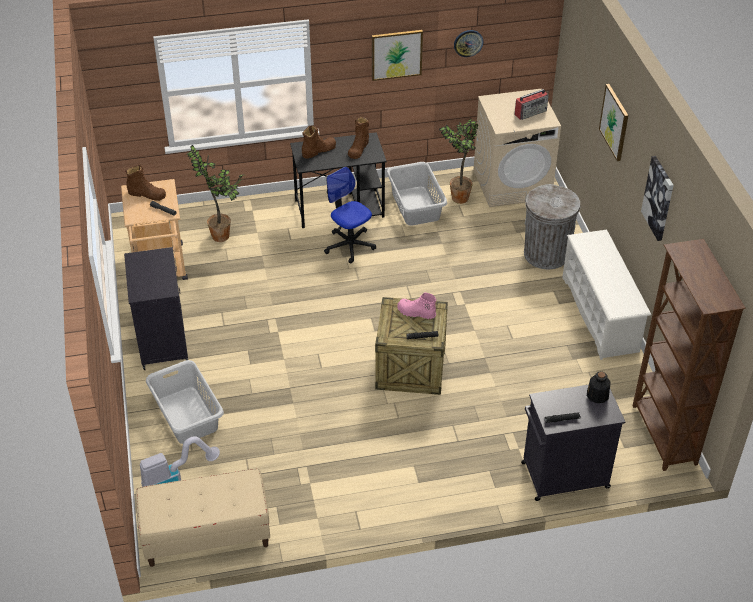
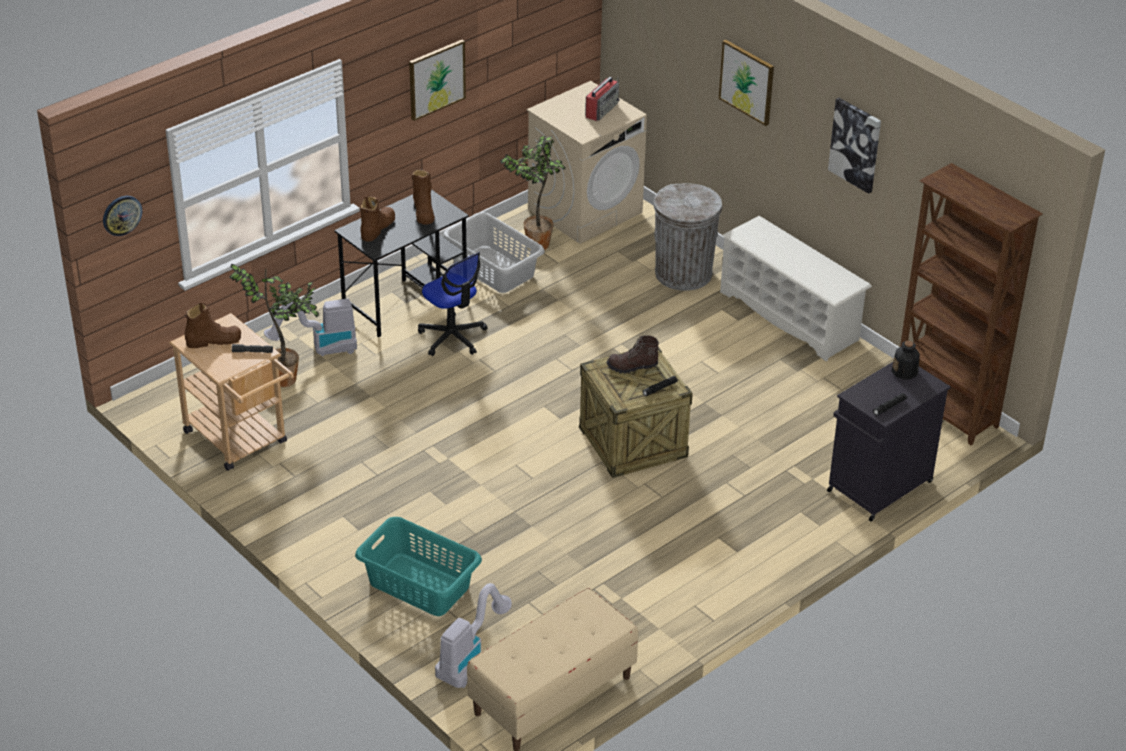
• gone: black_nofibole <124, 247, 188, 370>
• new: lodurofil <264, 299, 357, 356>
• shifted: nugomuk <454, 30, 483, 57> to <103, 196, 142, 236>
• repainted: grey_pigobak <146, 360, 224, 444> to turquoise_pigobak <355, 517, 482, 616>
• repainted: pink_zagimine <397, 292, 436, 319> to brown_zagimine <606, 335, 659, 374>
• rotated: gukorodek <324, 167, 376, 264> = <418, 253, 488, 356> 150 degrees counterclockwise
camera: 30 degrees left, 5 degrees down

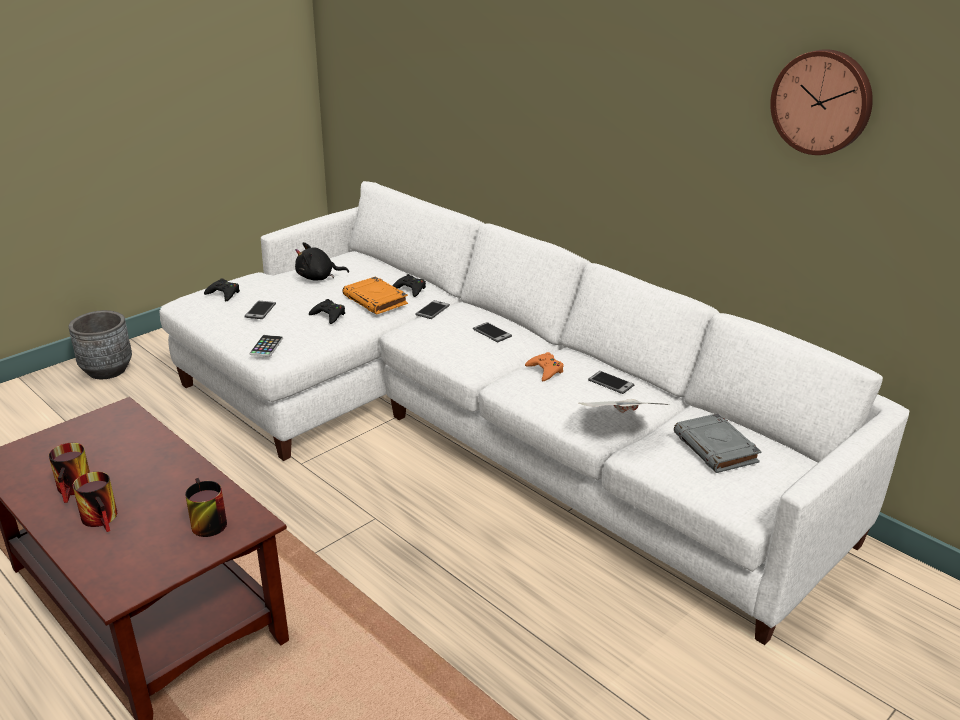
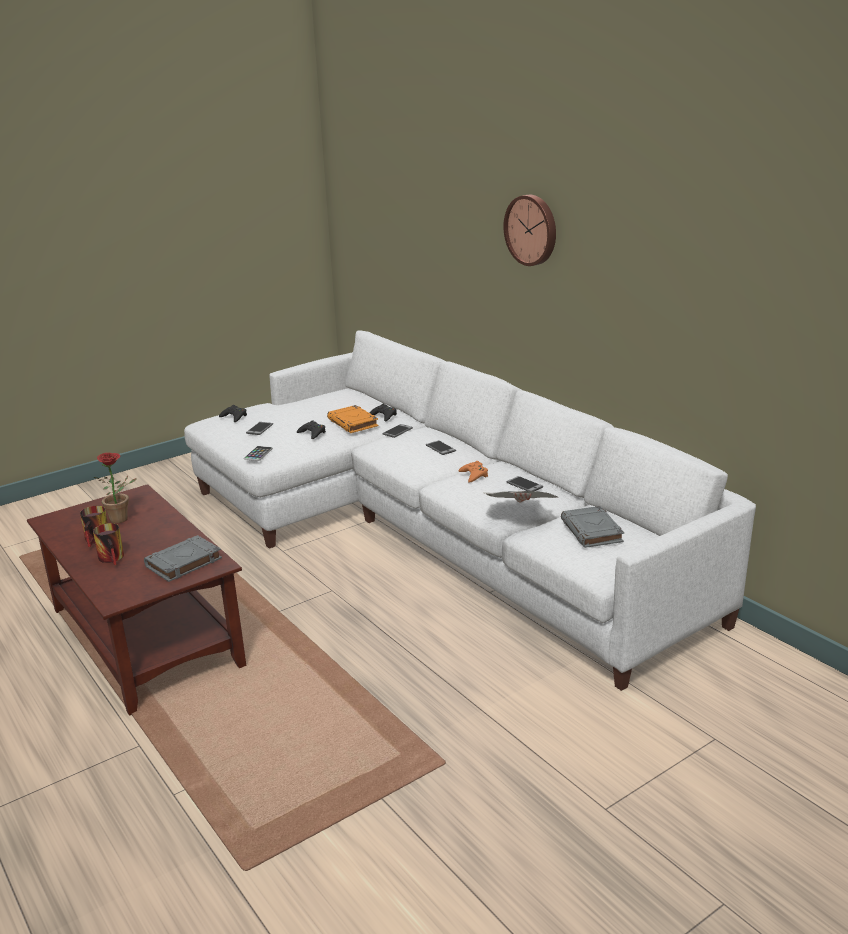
• gone: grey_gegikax <69, 310, 132, 379>
• gone: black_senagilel <295, 242, 349, 281>
• new: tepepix <94, 452, 137, 524>
• shifted: nugomuk <770, 49, 873, 155> to <503, 195, 556, 266>
• swapped: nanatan <185, 478, 227, 537> to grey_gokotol <144, 535, 222, 582>
camera: 10 degrees right, 5 degrees down

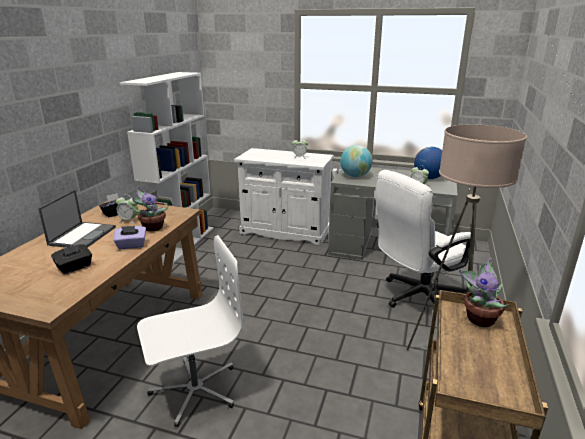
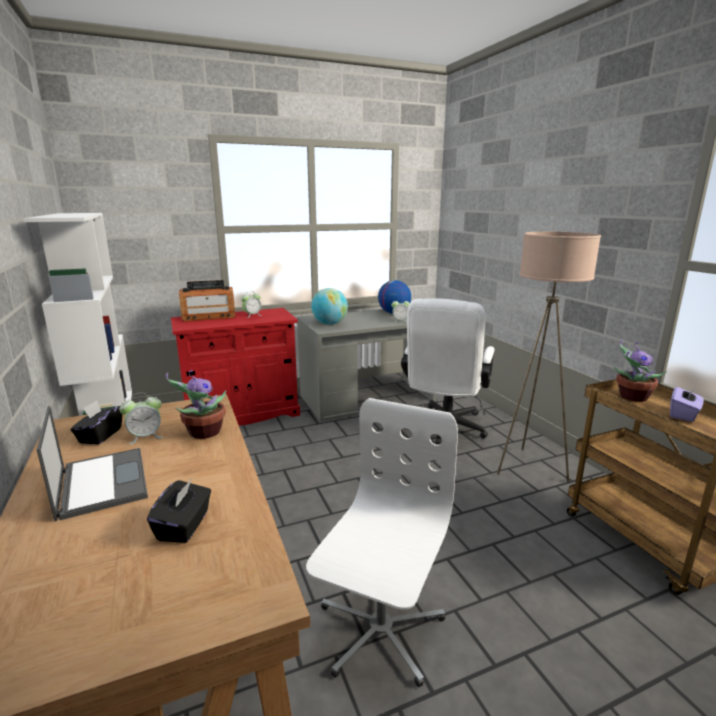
• new: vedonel <179, 280, 235, 322>
• shifted: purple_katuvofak <113, 226, 146, 249> to <670, 385, 704, 422>
• repainted: white_nofibole <234, 148, 334, 245> to red_nofibole <171, 308, 300, 426>
camera: 40 degrees left, 5 degrees down

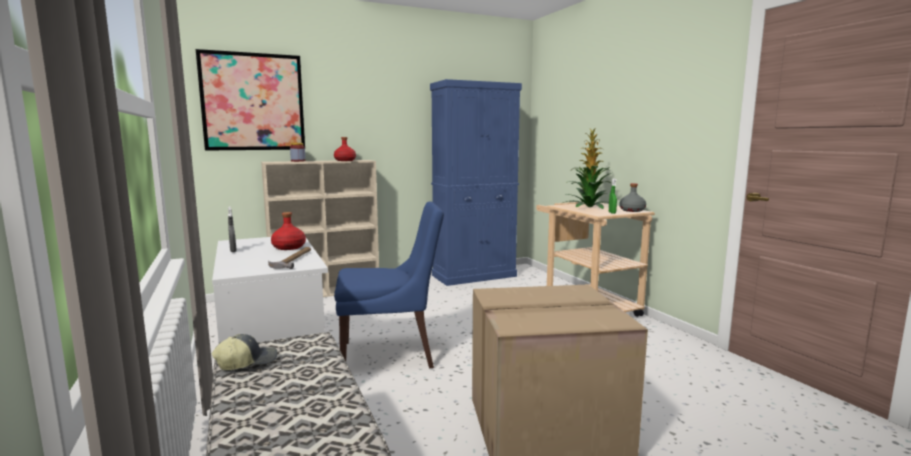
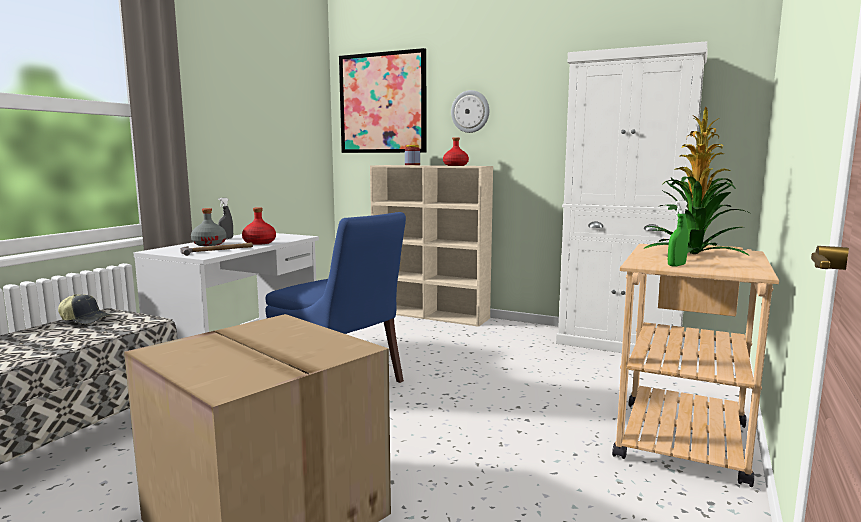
• new: nugomuk <451, 90, 489, 133>
• shifted: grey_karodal <619, 183, 646, 212> to <191, 208, 227, 246>
• repainted: blue_nofibole <430, 79, 522, 286> to white_nofibole <556, 41, 707, 361>
camera: 50 degrees right, 0 degrees up

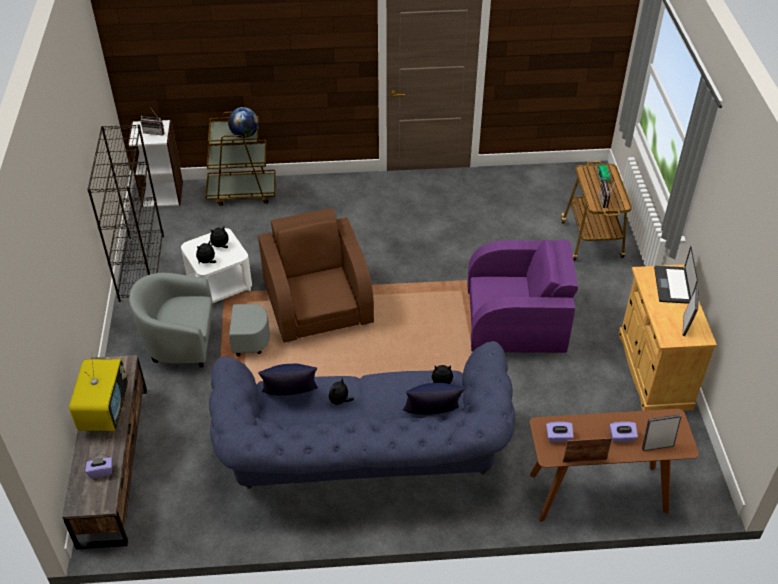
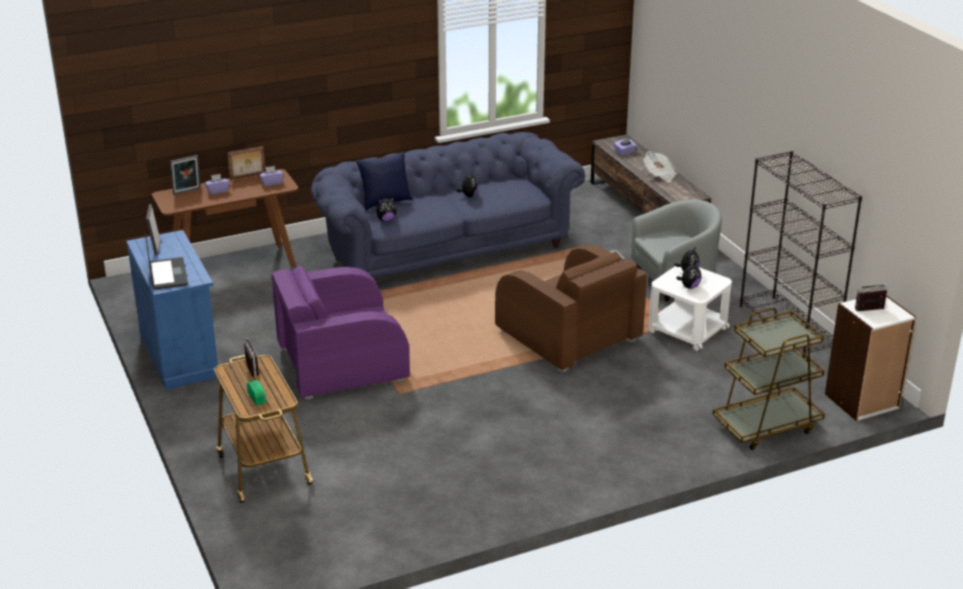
• gone: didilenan <228, 107, 259, 138>
• gone: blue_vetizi <258, 364, 318, 396>
• swapped: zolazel <69, 352, 128, 431> to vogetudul <643, 151, 677, 182>
• repainted: beige_nofibole <618, 264, 717, 411> to blue_nofibole <126, 230, 218, 390>
camera: 160 degrees right, 15 degrees down

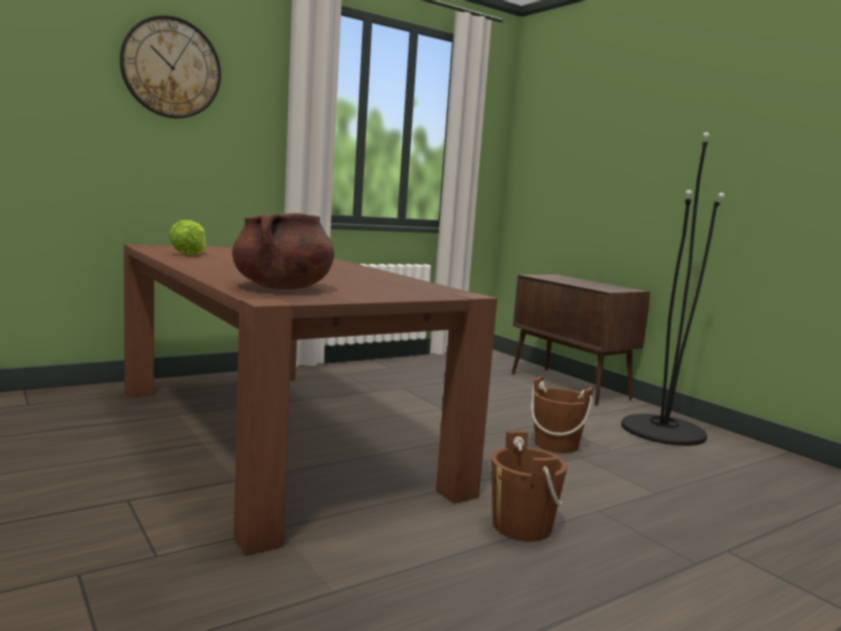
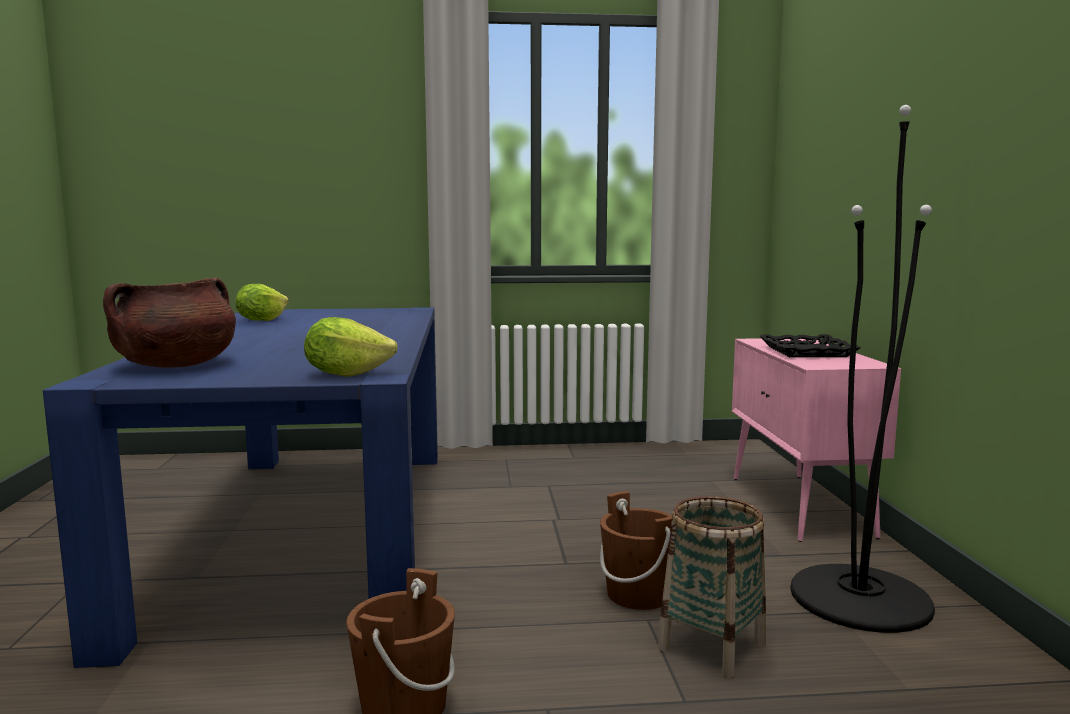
• gone: nugomuk <120, 15, 221, 118>
• new: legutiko <304, 317, 398, 377>
• new: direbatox <658, 496, 766, 678>
• new: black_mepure <760, 334, 861, 357>
• repainted: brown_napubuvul <124, 244, 497, 555> to blue_napubuvul <43, 307, 438, 668>
• repainted: brown_nofibole <512, 275, 650, 406> to pink_nofibole <732, 338, 901, 542>
camera: 30 degrees right, 0 degrees up

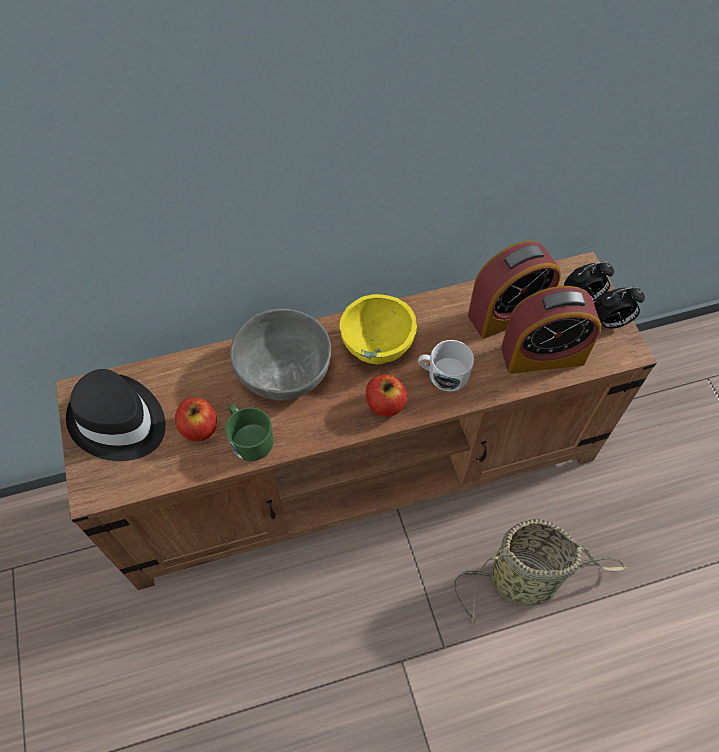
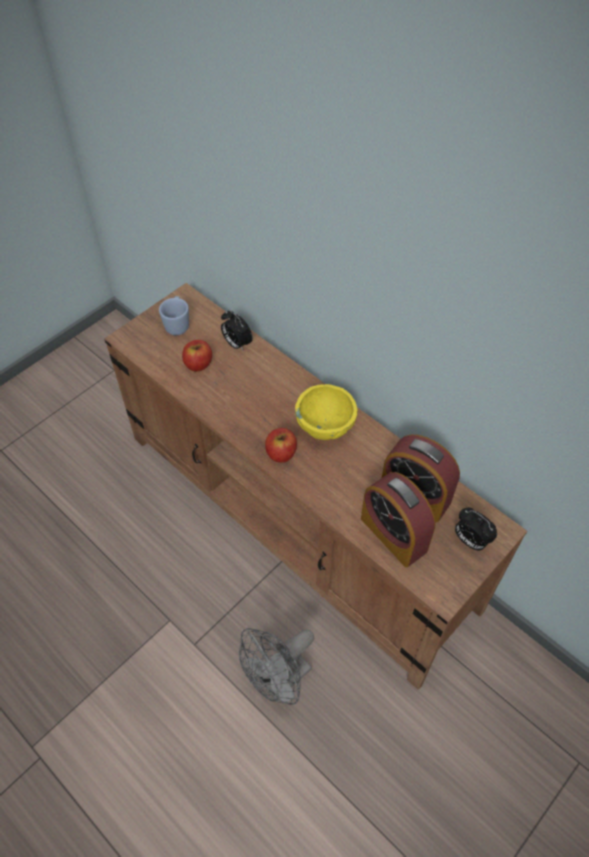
• gone: green_nanatan <226, 404, 273, 461>
• gone: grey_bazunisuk <230, 309, 331, 401>
• gone: white_nanatan <418, 340, 474, 392>
• shifted: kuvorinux <594, 287, 645, 329> to <221, 310, 253, 352>
• swapped: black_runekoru <66, 369, 166, 461> to blue_nanatan <159, 296, 189, 335>
• swapped: direbatox <454, 519, 628, 625> to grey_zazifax <239, 628, 314, 705>
camera: 60 degrees right, 5 degrees down

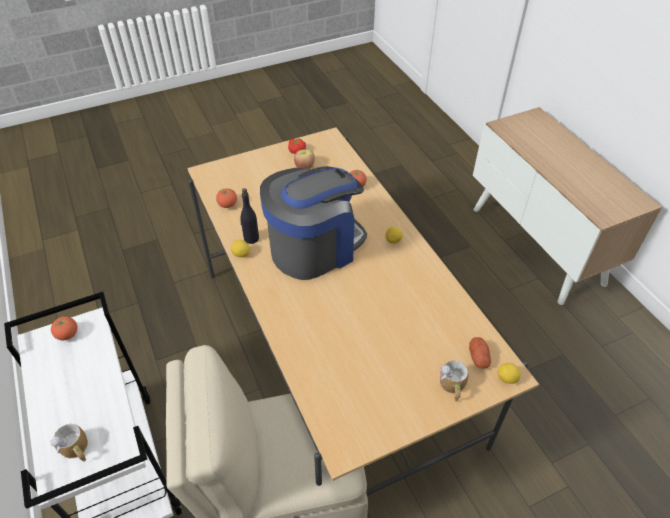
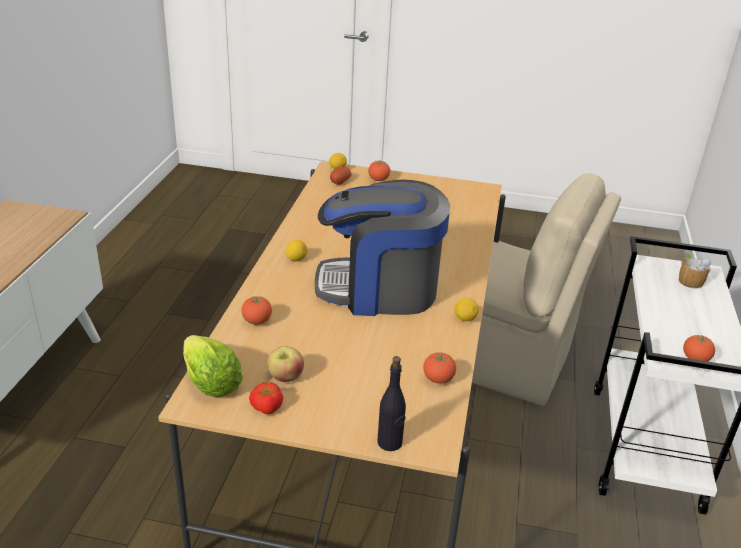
• new: legutiko <183, 335, 243, 397>
• shifted: black_karodal <240, 188, 259, 244> to <377, 356, 406, 451>
• swapped: nanatan <440, 360, 468, 401> to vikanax <368, 160, 390, 181>
camera: 145 degrees left, 15 degrees down

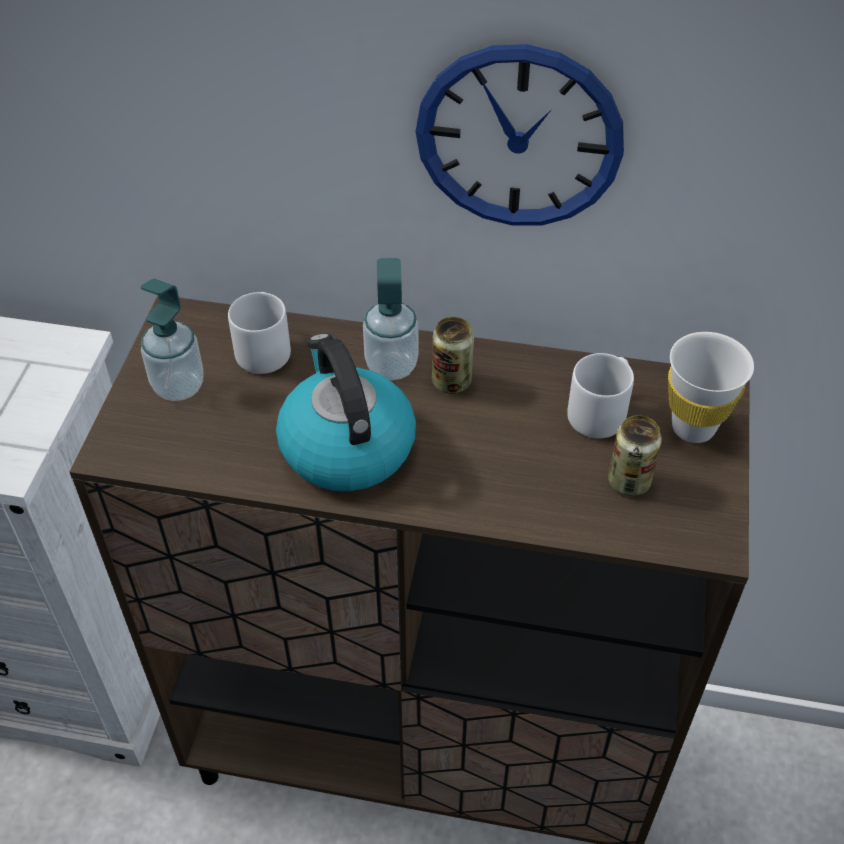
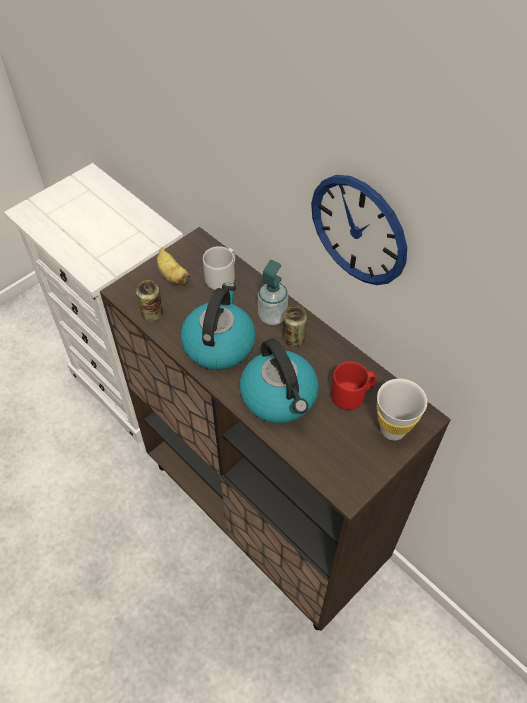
• new: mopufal <239, 339, 319, 423>
• shifted: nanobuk <608, 415, 662, 496> to <136, 280, 163, 321>
• swapped: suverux <141, 279, 203, 401> to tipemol <157, 248, 190, 285>
• repainted: grey_nanatan <567, 353, 634, 438> to red_nanatan <331, 362, 376, 410>
camera: 35 degrees right, 5 degrees up

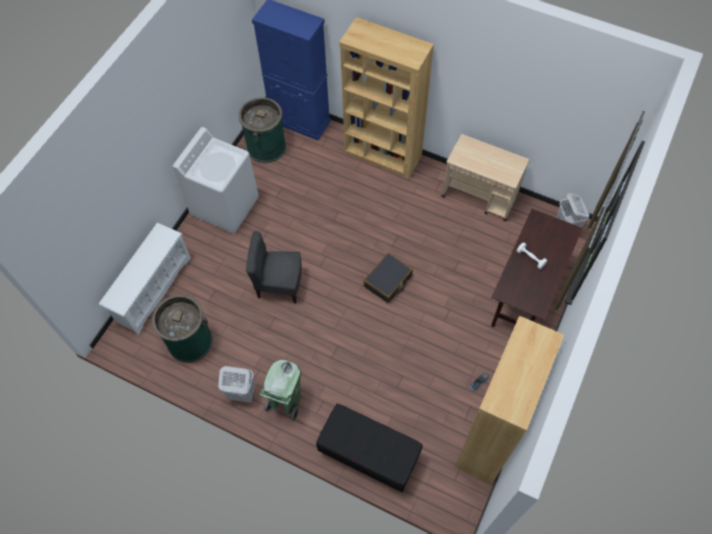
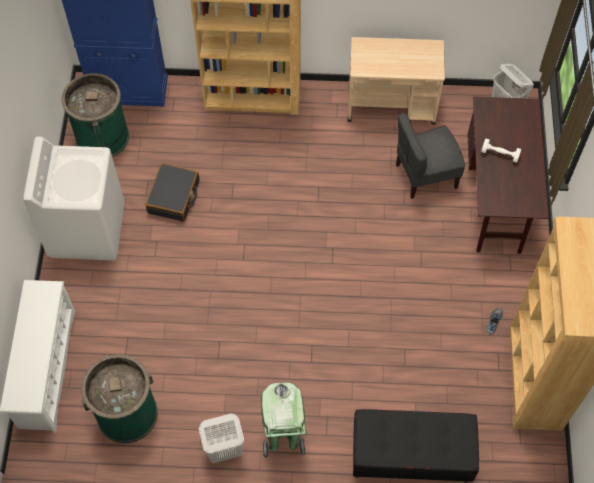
• shifted: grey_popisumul <246, 231, 301, 304> to <396, 113, 465, 199>
• shifted: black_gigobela <364, 253, 413, 303> to <145, 163, 199, 222>
camera: 25 degrees left, 0 degrees up

